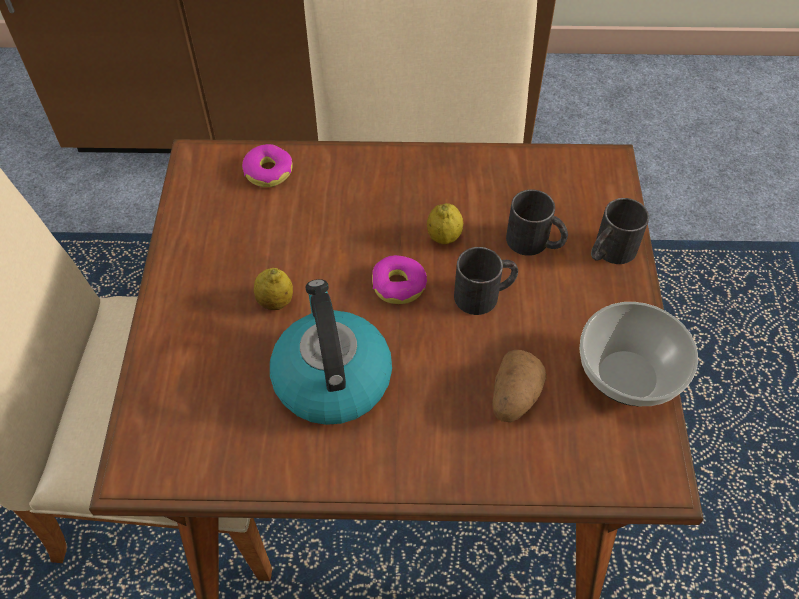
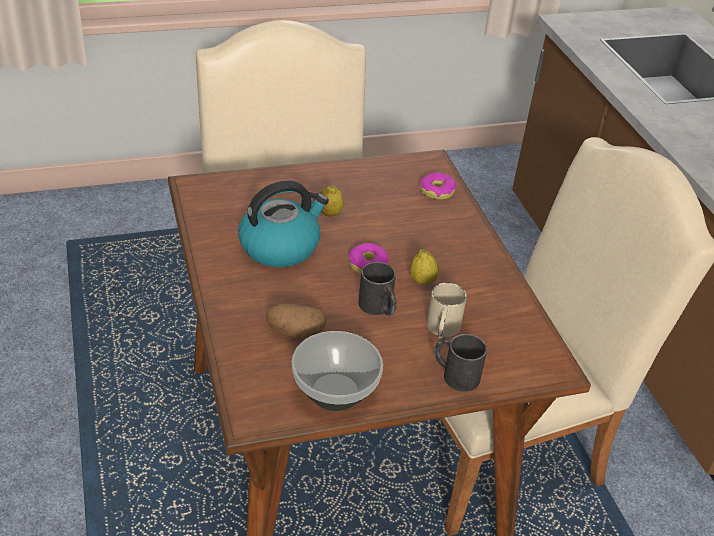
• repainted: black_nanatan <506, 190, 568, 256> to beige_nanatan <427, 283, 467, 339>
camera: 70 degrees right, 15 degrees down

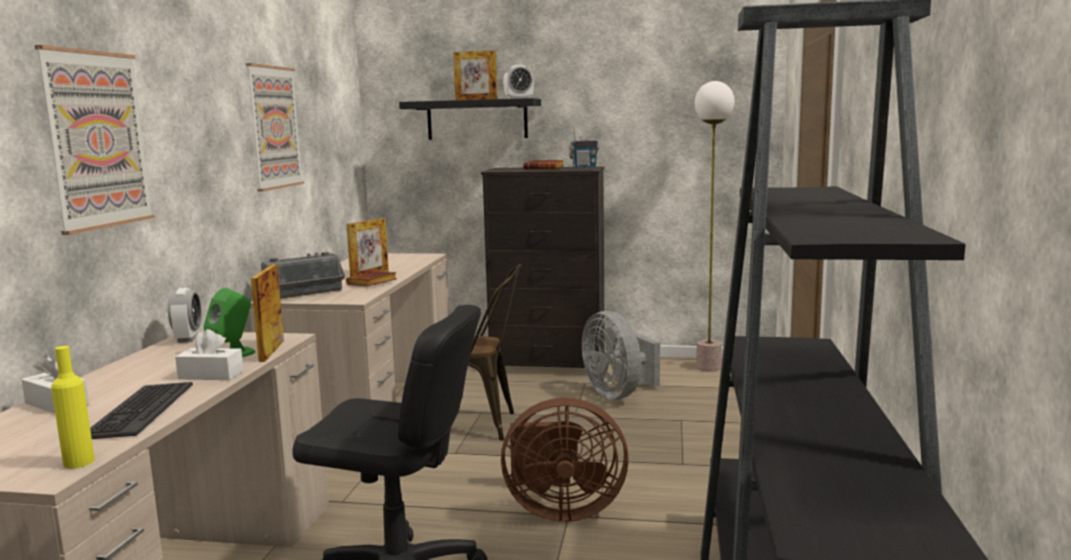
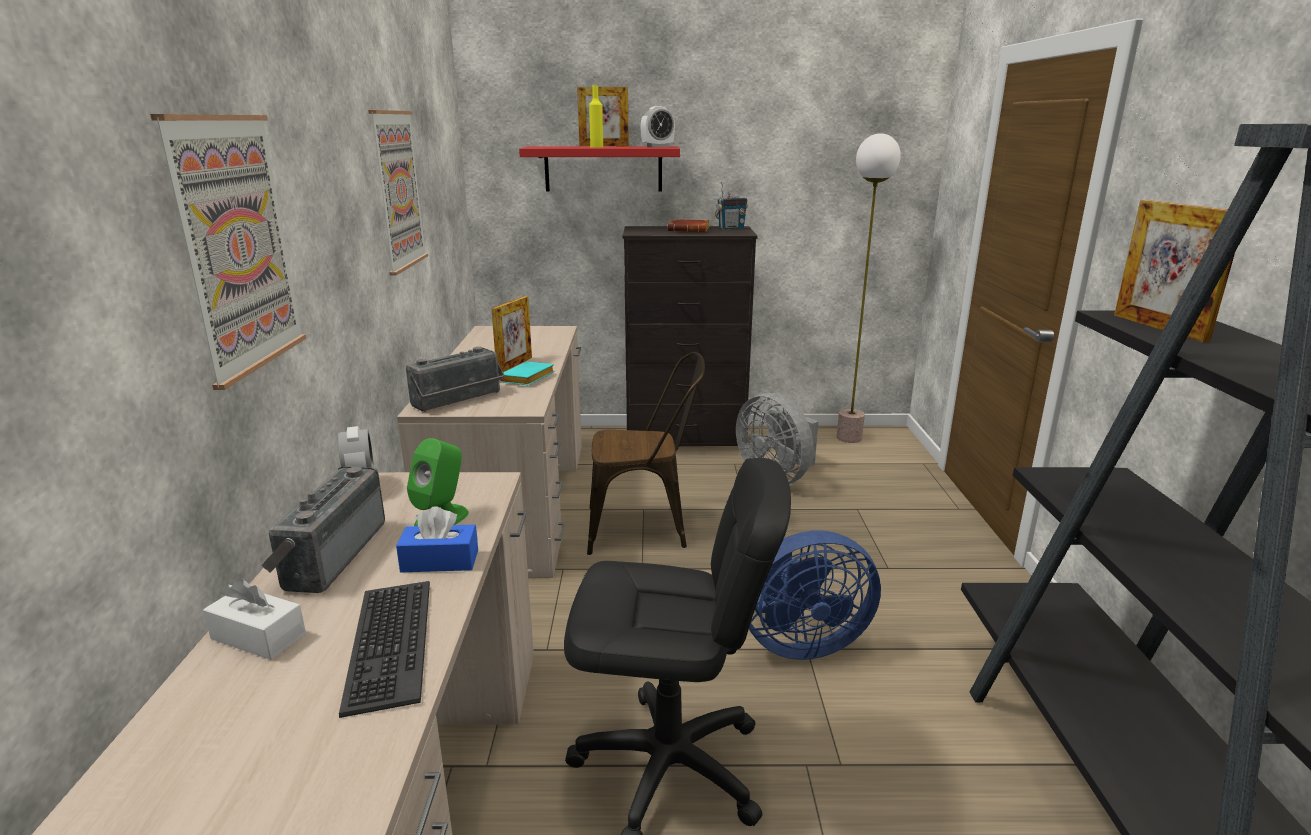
• new: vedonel <261, 466, 385, 593>
• shifted: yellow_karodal <51, 346, 95, 469> to <589, 85, 603, 148>
• shifted: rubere <251, 264, 284, 362> to <1114, 200, 1235, 342>
• repainted: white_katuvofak <175, 329, 244, 380> to blue_katuvofak <396, 506, 478, 572>
• repainted: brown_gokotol <346, 271, 397, 286> to turquoise_gokotol <499, 362, 555, 385>
• repainted: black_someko <399, 98, 541, 140> to red_someko <519, 146, 680, 192>
• repainted: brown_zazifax <501, 398, 629, 522> to blue_zazifax <749, 531, 881, 660>
camera: 10 degrees left, 10 degrees up

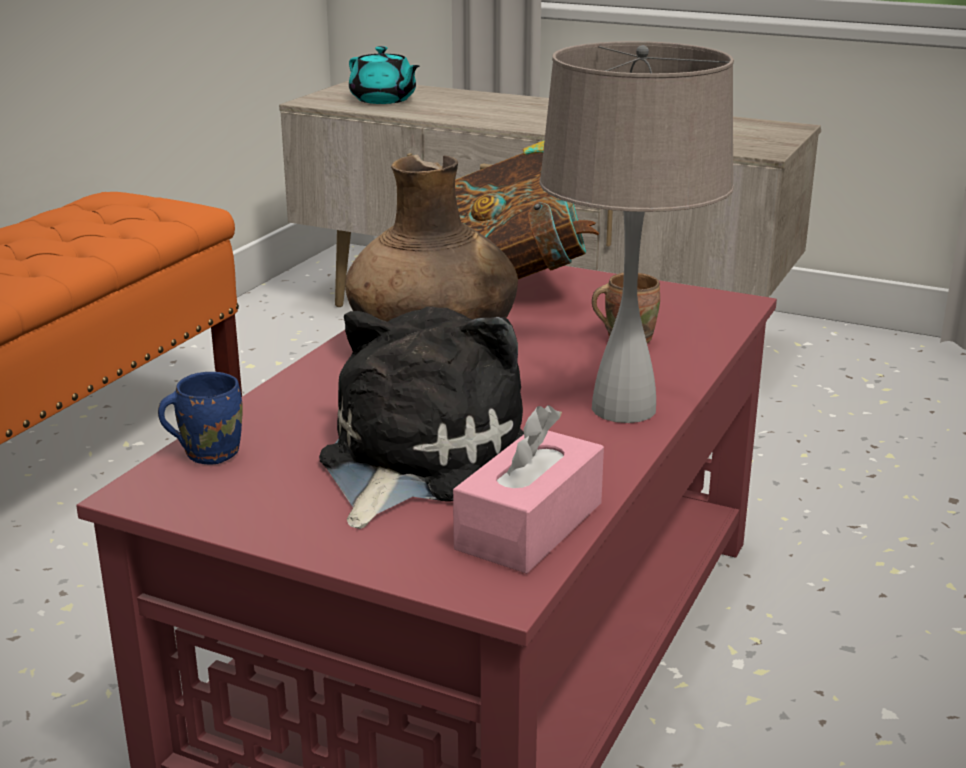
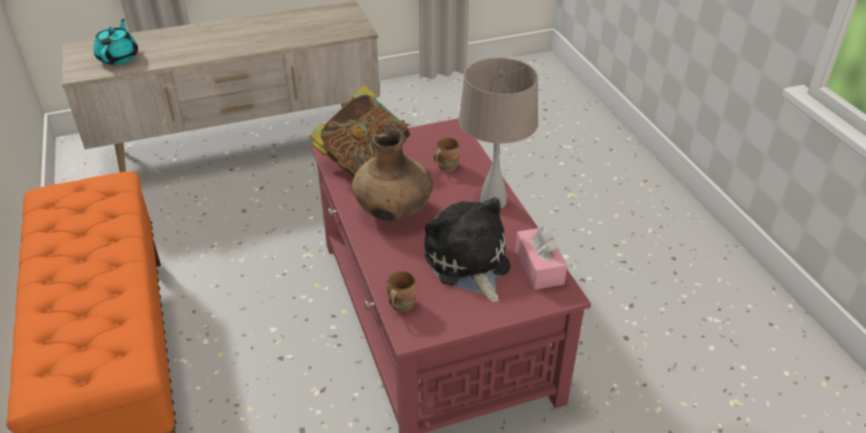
• repainted: blue_nanatan <158, 372, 243, 465> to brown_nanatan <387, 271, 417, 312>
• rotated: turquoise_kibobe <349, 46, 419, 104> = <94, 19, 138, 65> 90 degrees counterclockwise
camera: 45 degrees left, 15 degrees up

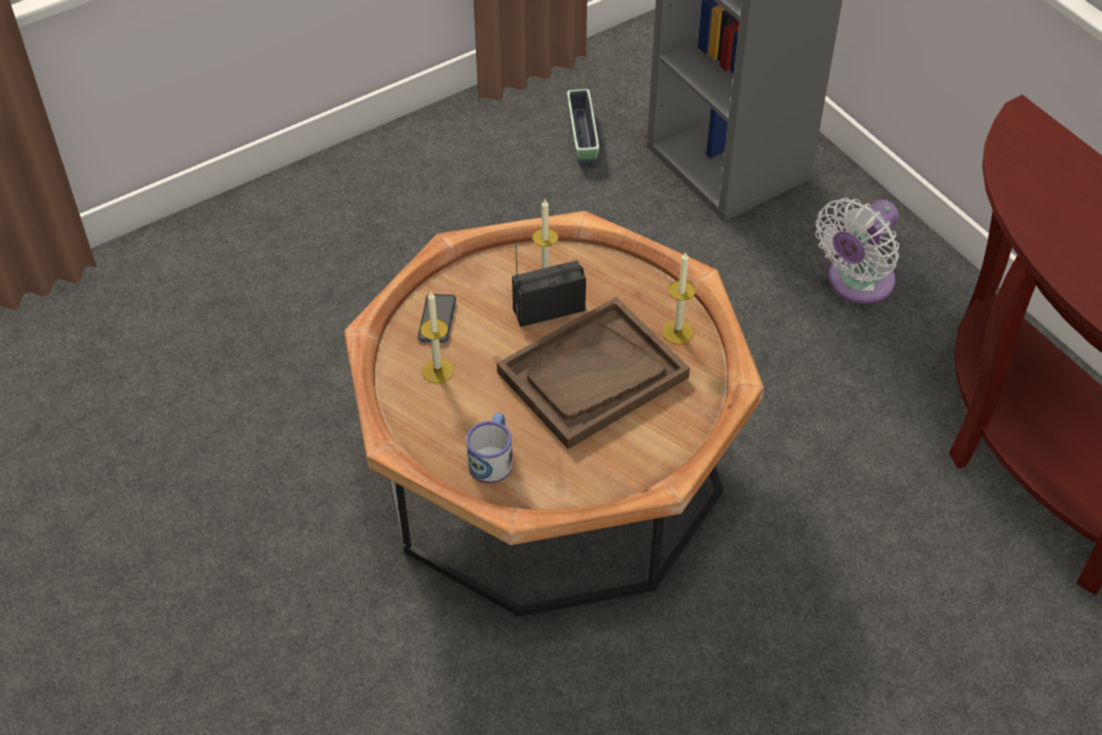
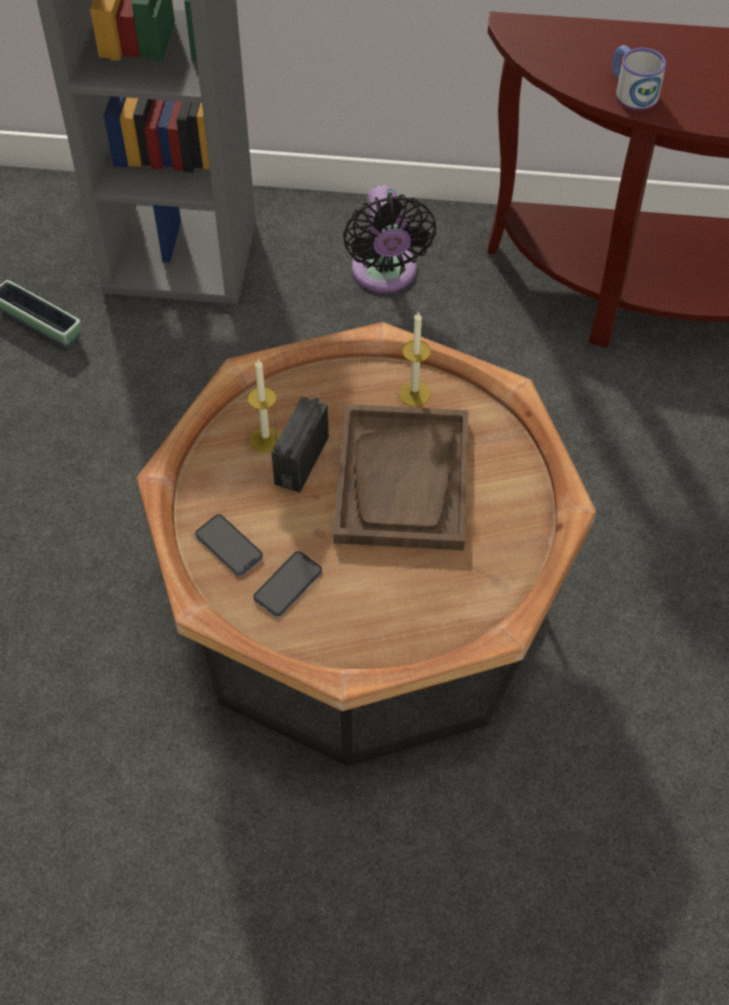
• shifted: nanatan <466, 413, 513, 483> to <612, 45, 666, 110>
• swapped: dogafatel <420, 292, 454, 384> to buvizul <253, 551, 322, 617>
• repainted: white_zazifax <815, 198, 899, 304> to black_zazifax <343, 185, 436, 293>
camera: 50 degrees left, 5 degrees up

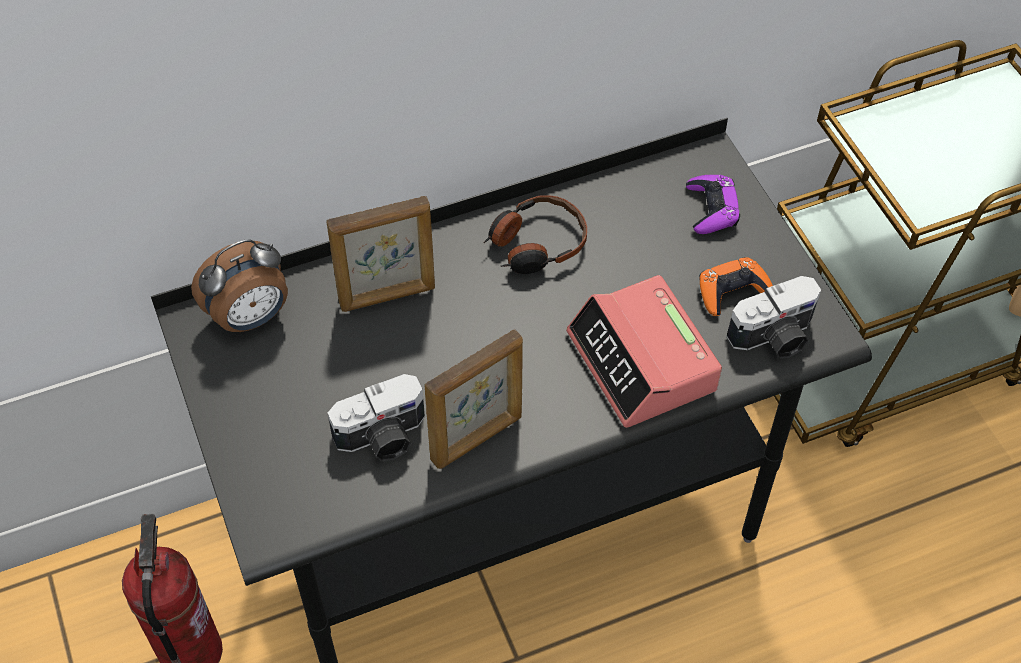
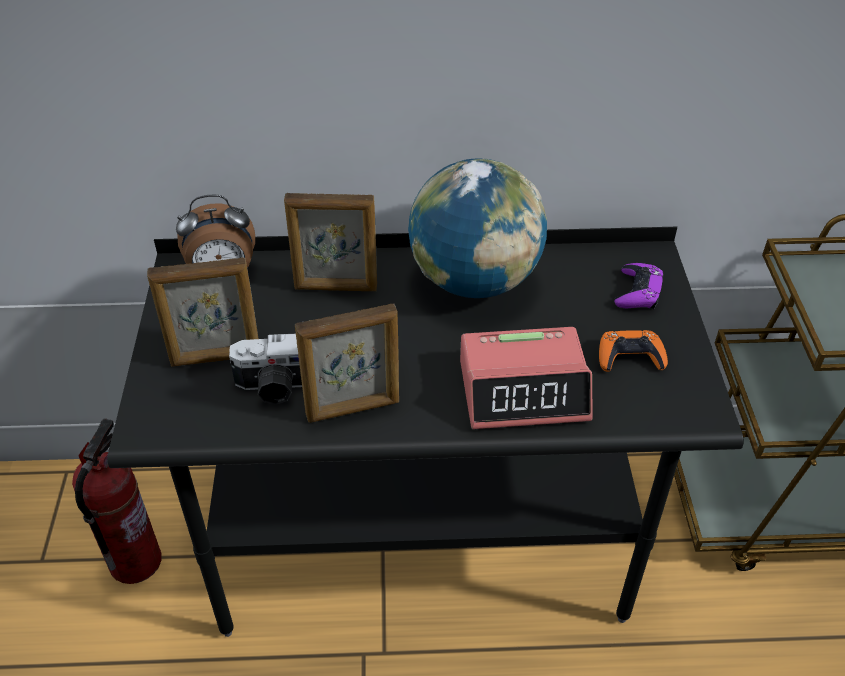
• gone: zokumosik <726, 276, 821, 359>
• new: rubere <147, 258, 259, 367>
• swapped: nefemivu <484, 195, 587, 274> to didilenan <408, 158, 547, 298>
• rotated: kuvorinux <566, 275, 722, 428> = <460, 327, 593, 429> 90 degrees counterclockwise
camera: 20 degrees right, 10 degrees down

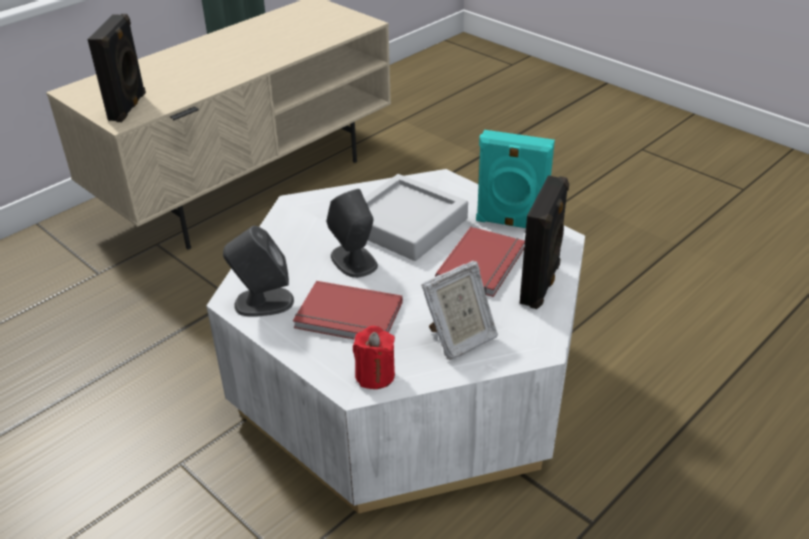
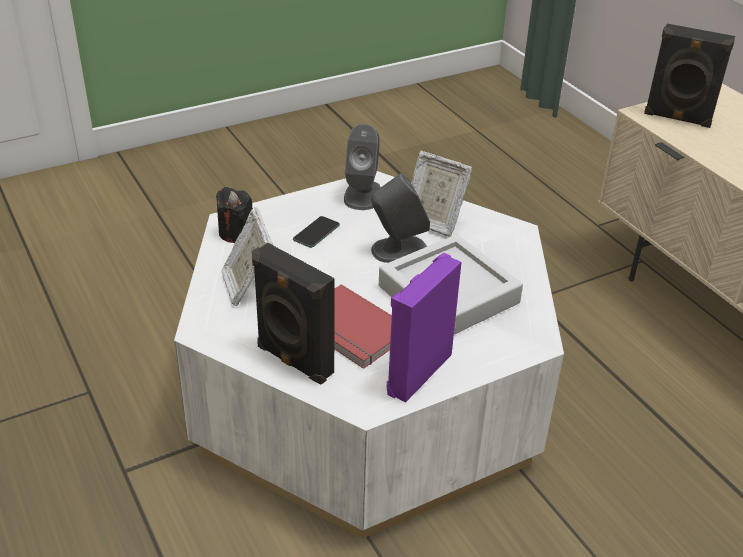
• new: rubere <412, 151, 472, 237>
• swapped: red_gokotol <293, 281, 403, 340> to buvizul <293, 216, 340, 248>
• repainted: red_dogafatel <353, 326, 395, 389> to black_dogafatel <216, 187, 253, 243>
• repainted: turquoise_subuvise <476, 130, 555, 228> to purple_subuvise <387, 253, 462, 403>
camera: 105 degrees right, 0 degrees up

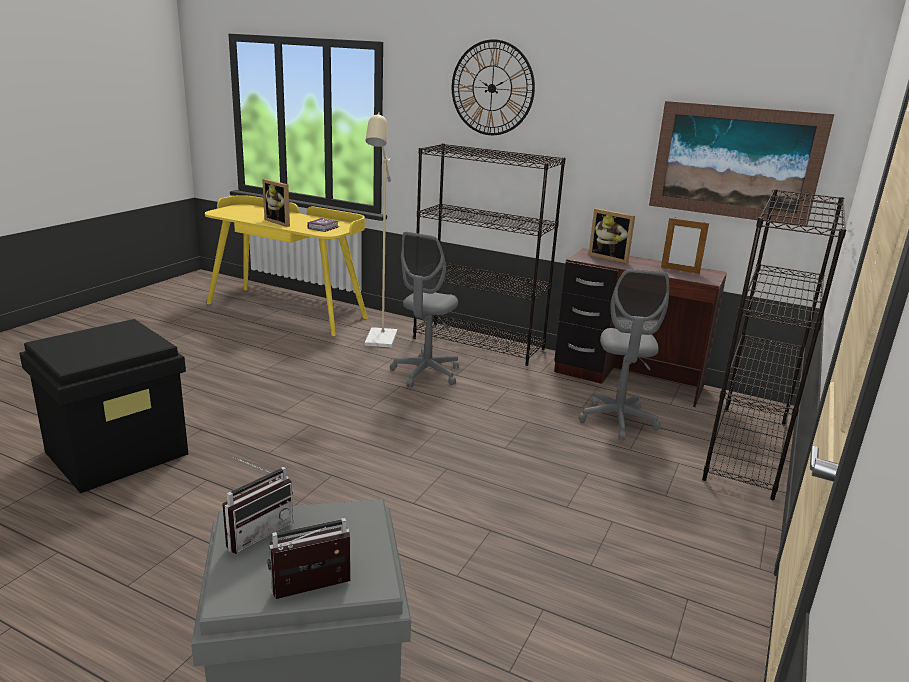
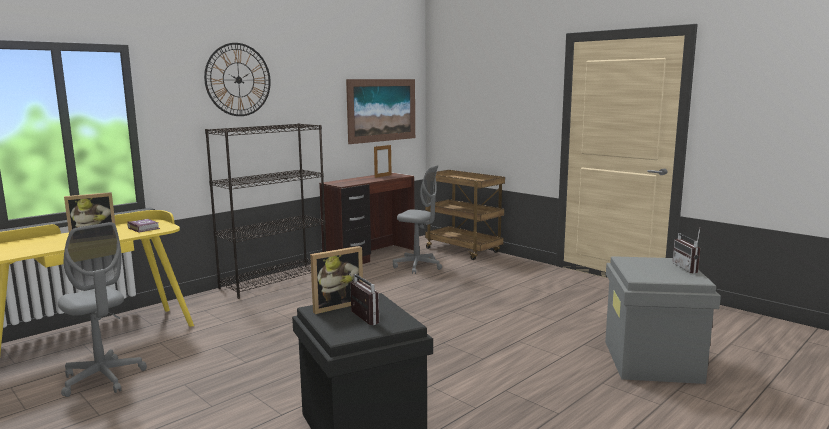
• gone: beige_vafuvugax <365, 112, 397, 348>
• shifted: vedonel <222, 457, 293, 554> to <349, 273, 379, 325>
• shifted: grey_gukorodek <390, 232, 459, 388> to <58, 222, 147, 397>
• shifted: rubere <588, 208, 635, 264> to <310, 246, 363, 314>
• swapped: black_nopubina <702, 189, 846, 500> to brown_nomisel <425, 170, 505, 260>
camera: 70 degrees left, 10 degrees down

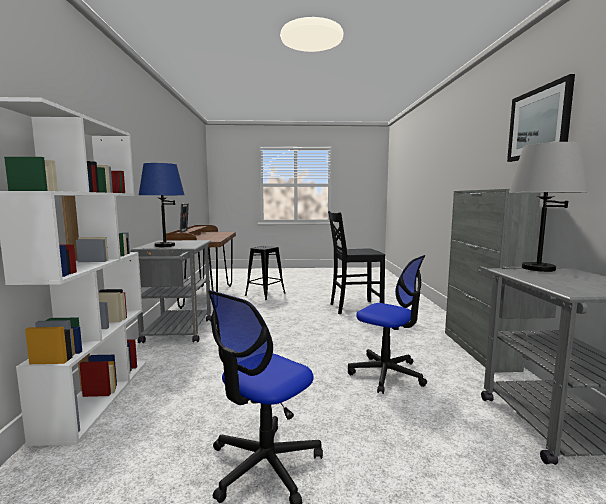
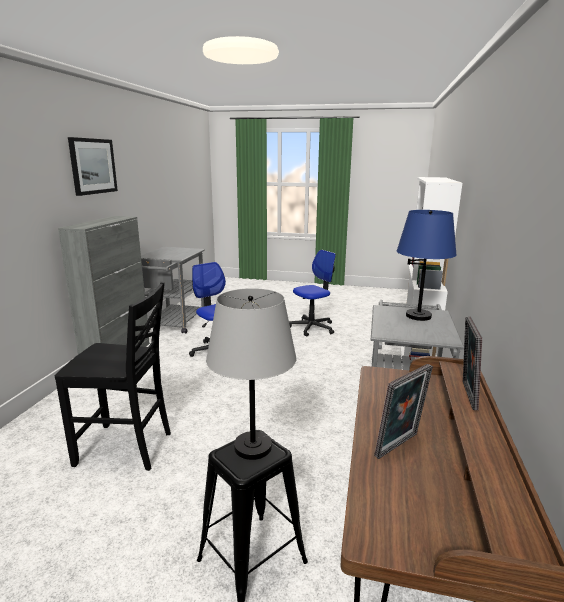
• new: rubere <374, 364, 433, 459>
• shifted: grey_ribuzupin <509, 142, 587, 272> to <206, 288, 296, 460>
camera: 165 degrees left, 10 degrees up

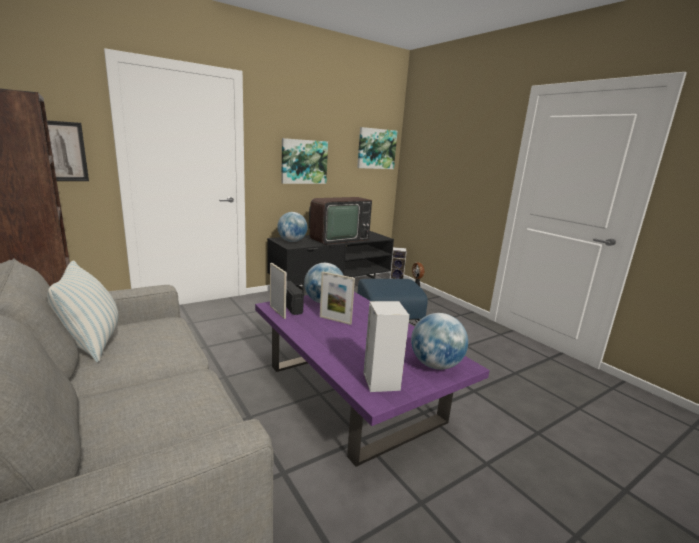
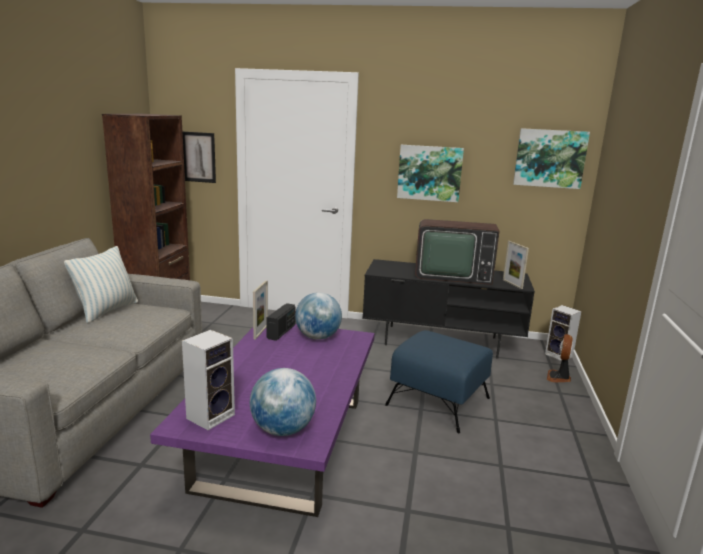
• gone: didilenan <277, 212, 308, 242>
• shifted: rubere <320, 272, 355, 325> to <503, 241, 529, 289>
camera: 45 degrees right, 0 degrees up

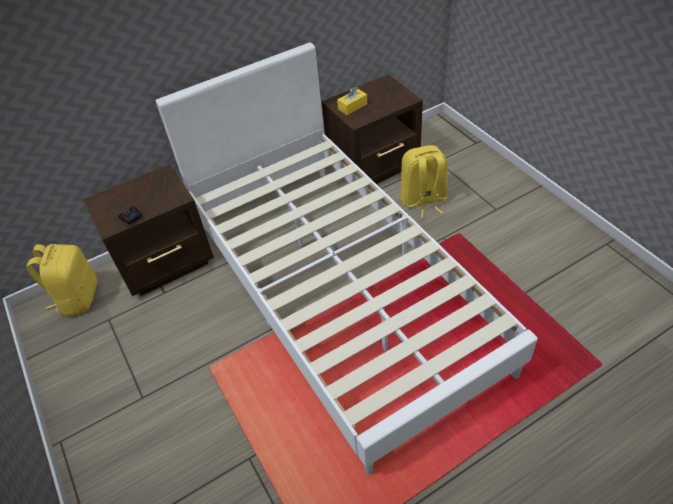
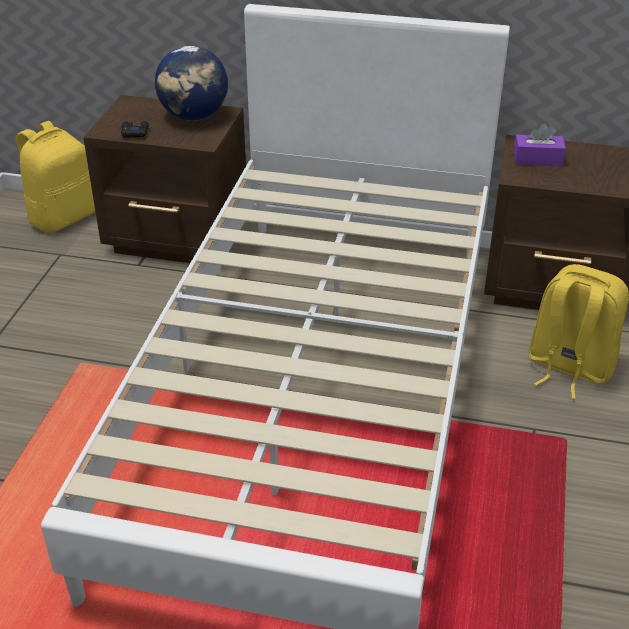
• new: didilenan <155, 46, 228, 121>
• repainted: yellow_katuvofak <337, 87, 367, 115> to purple_katuvofak <513, 124, 566, 166>
camera: 40 degrees right, 10 degrees down

